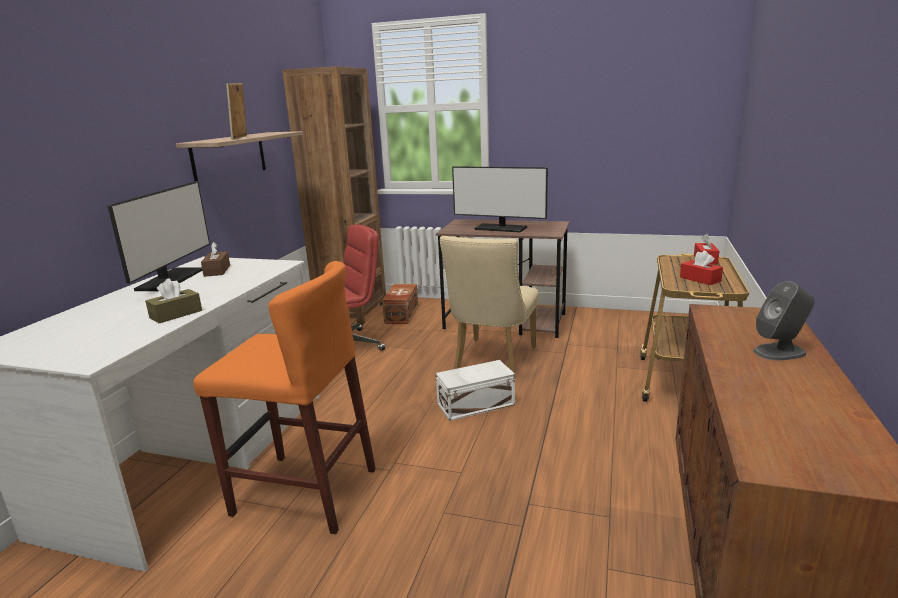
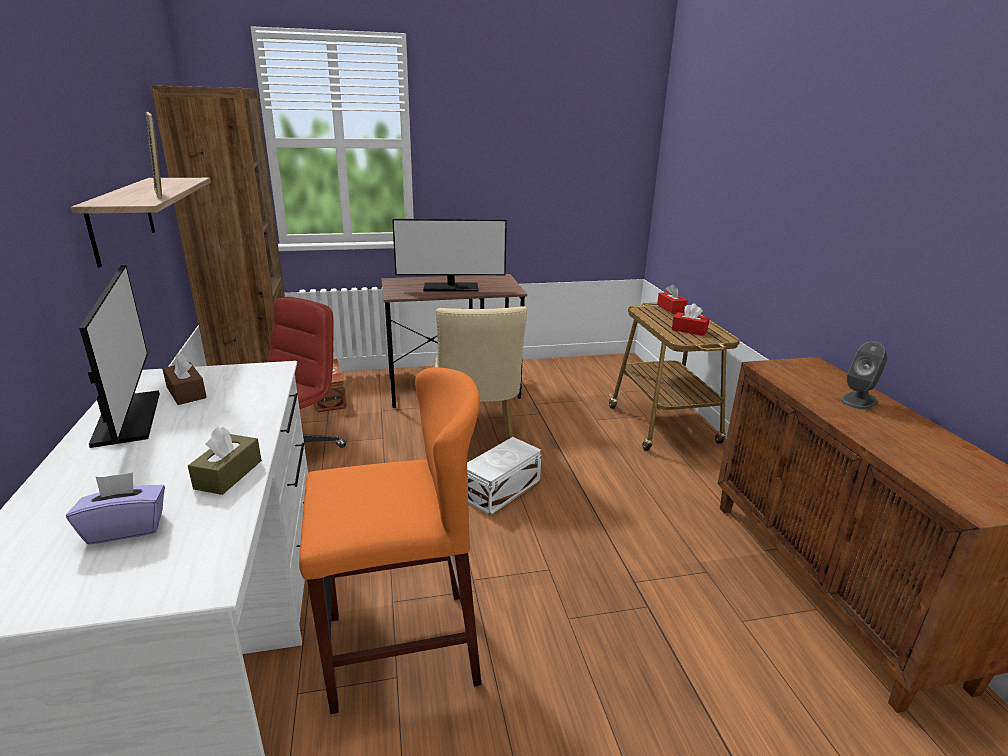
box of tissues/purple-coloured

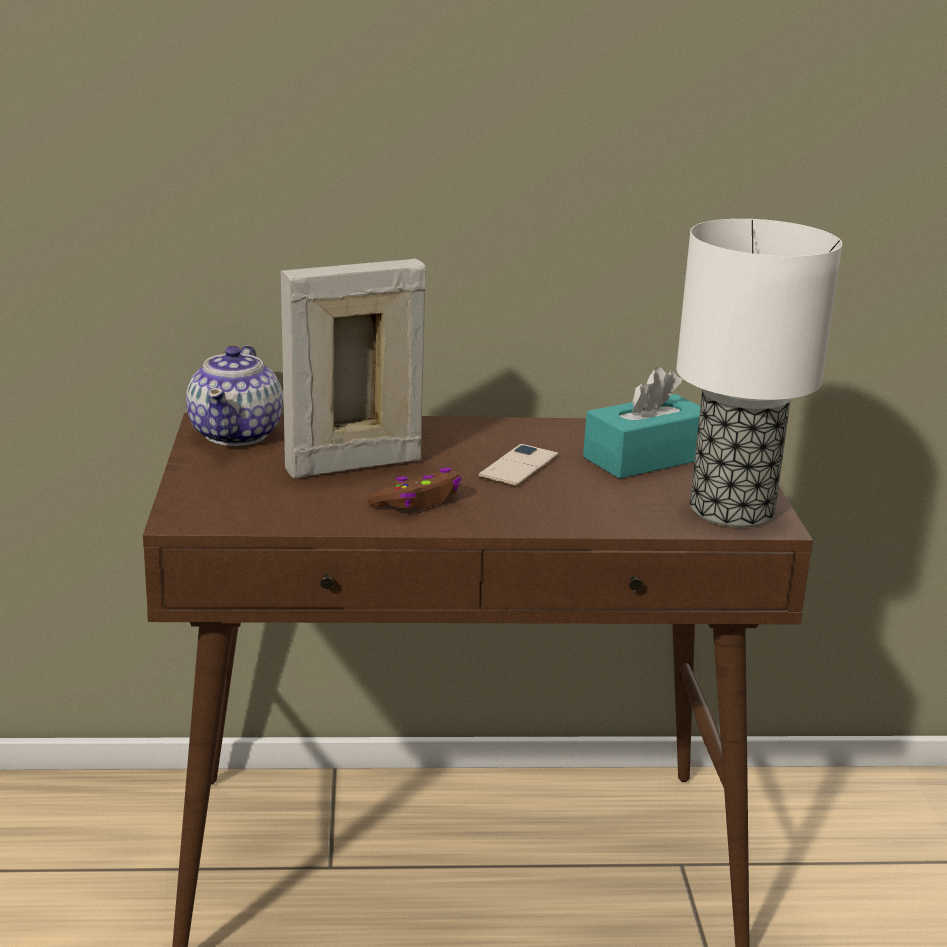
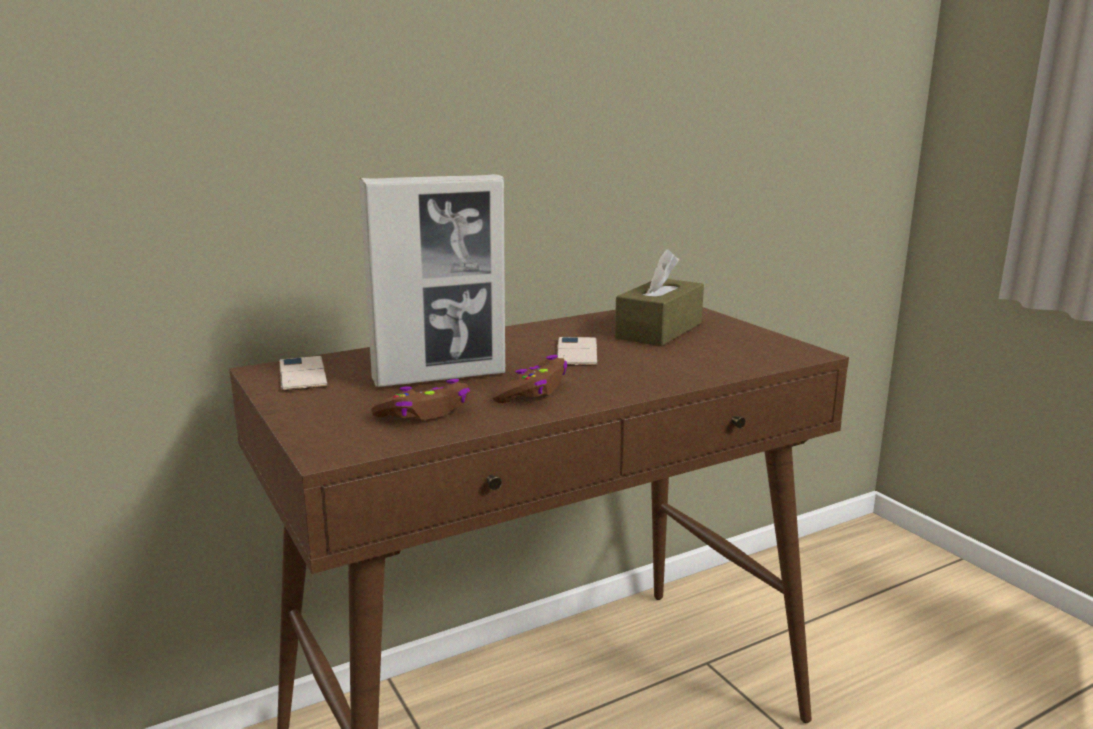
table lamp
picture frame
handset (no. 1 from left)
box of tissues/brown
game controller/brown (no. 1 from left)

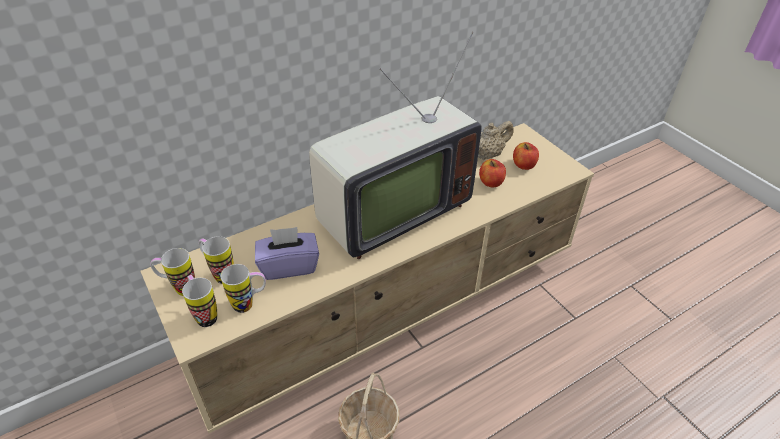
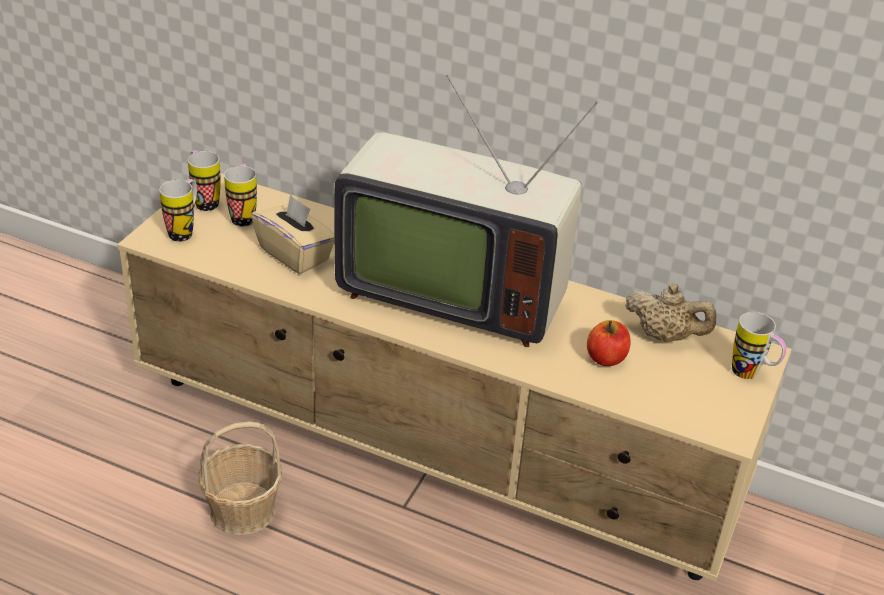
whole apple (no. 2 from left in the first image)
box of tissues/beige-coloured
tea mug (no. 4 from left)

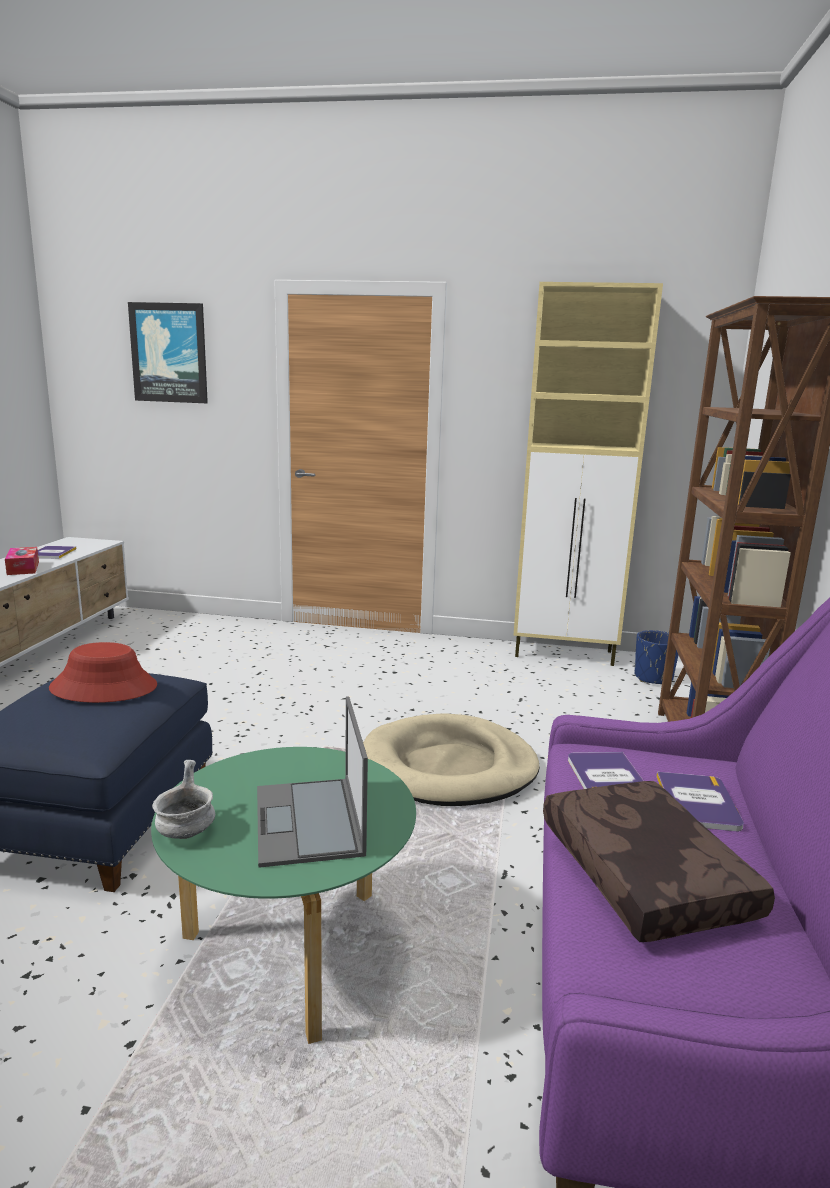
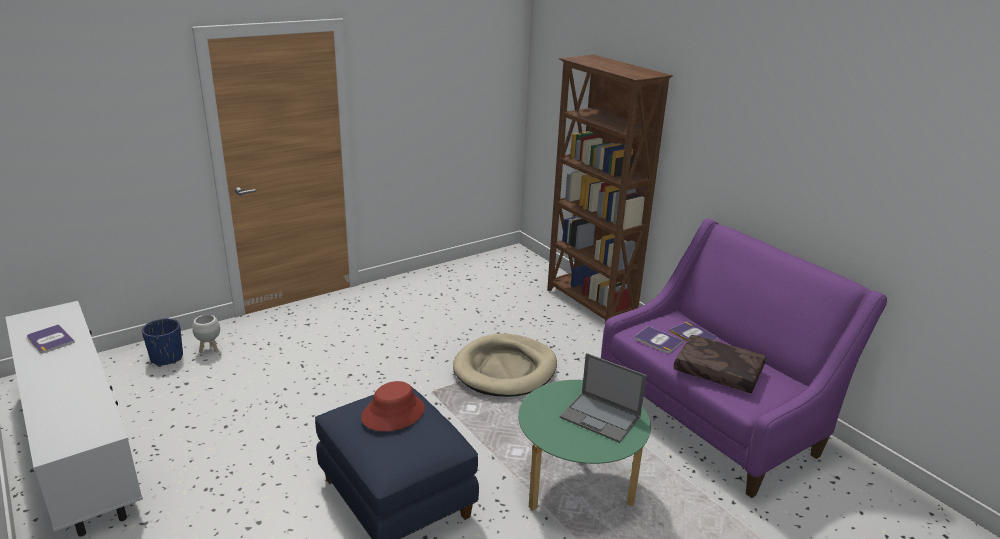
storage cabinet/beige-coloured
wall picture
box of tissues
planter/bluish
bowl/greyish
planter/white

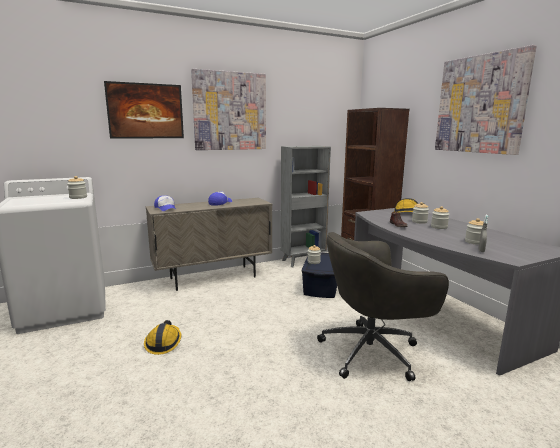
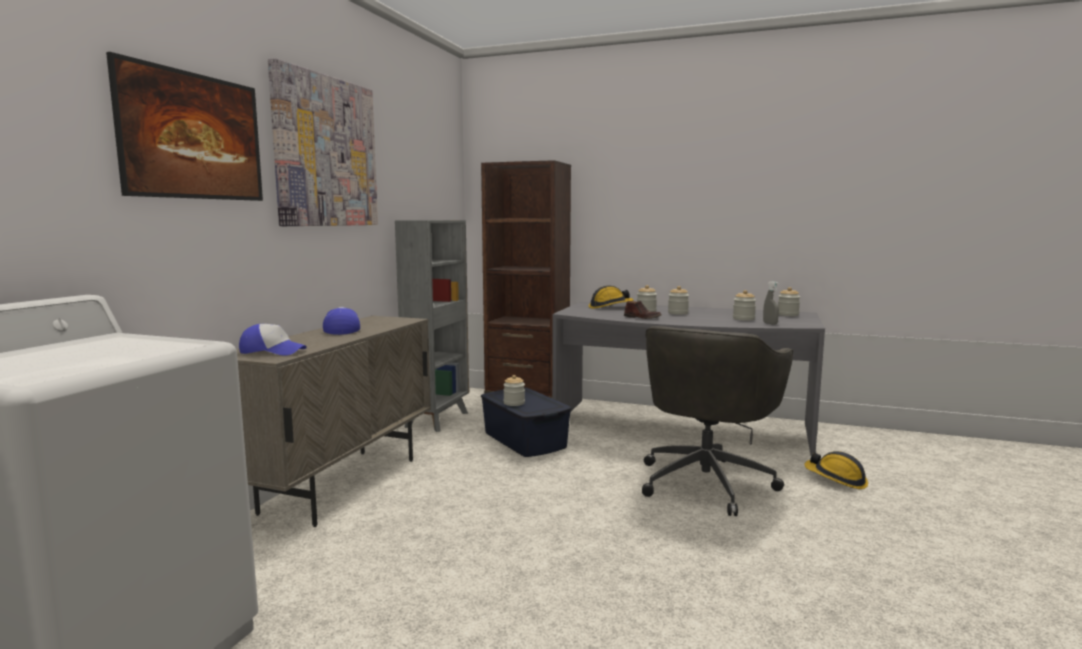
wall picture (no. 3 from left in the first image)
jar (no. 5 from left)
safety helmet (no. 2 from left)

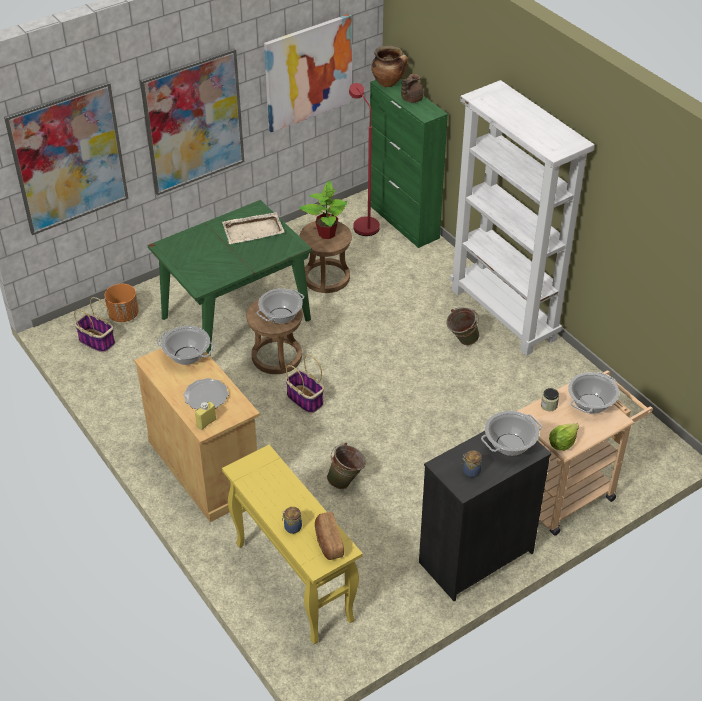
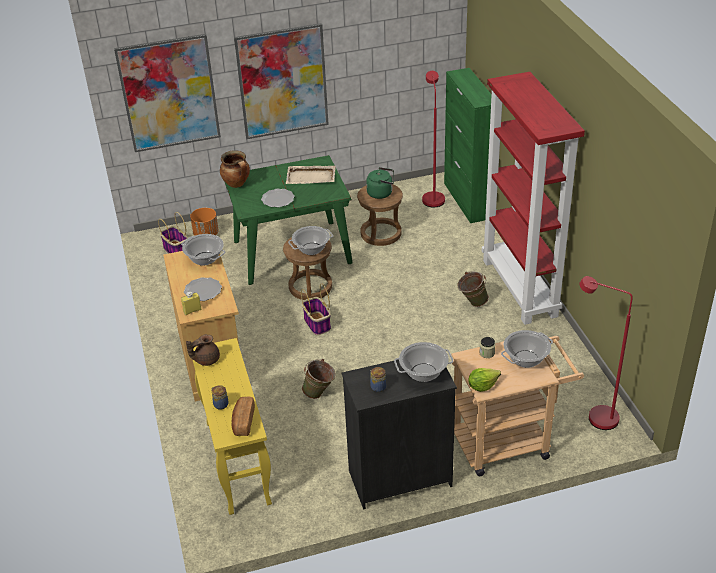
wall picture (no. 3 from left in the first image)
cooking pot (no. 2 from left)
tea pot/brown
shelving unit/red-coloured
tea kettle/green
dinner plate (no. 2 from left)
standing lamp/red-coloured (no. 2 from left)

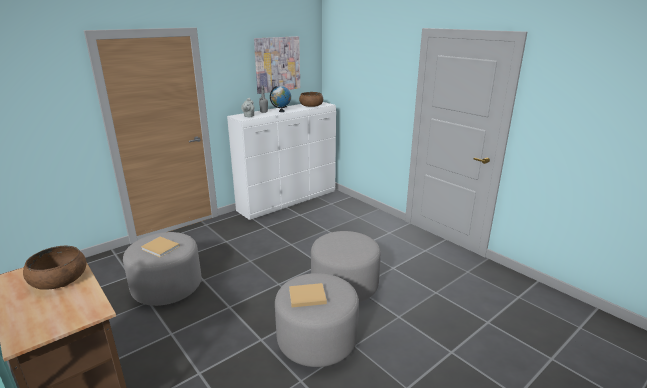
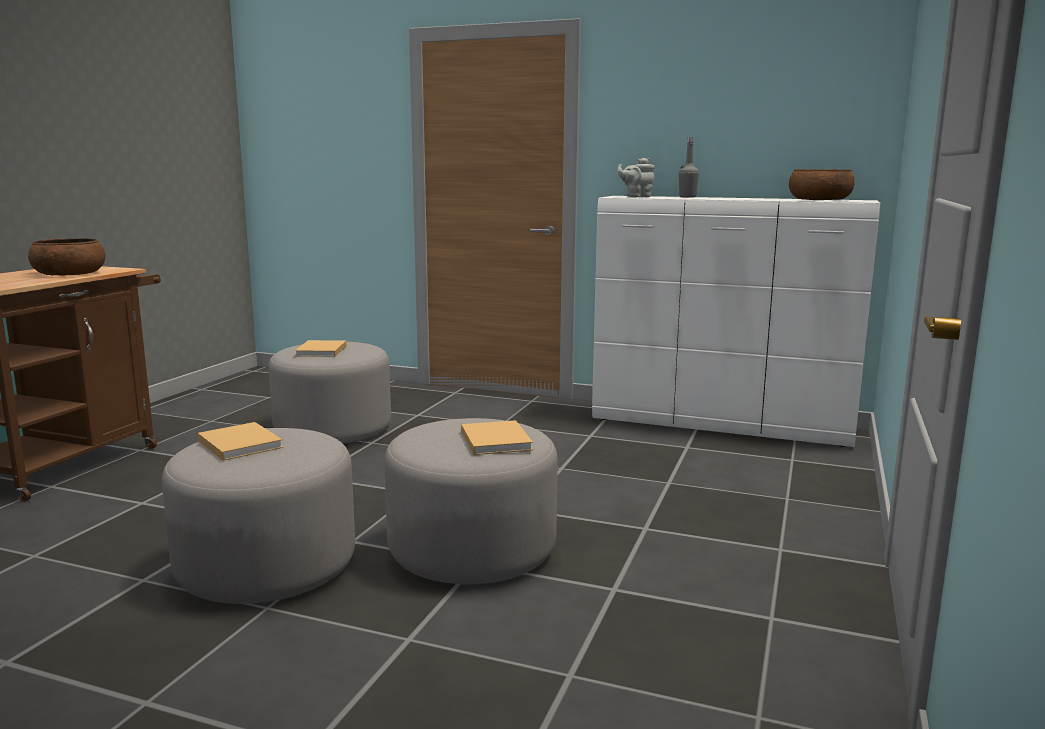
wall picture
world globe
volume/beige-coloured (no. 3 from left)

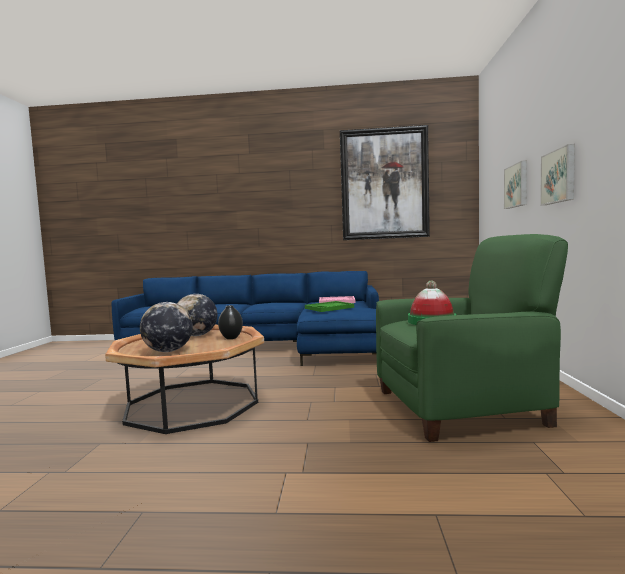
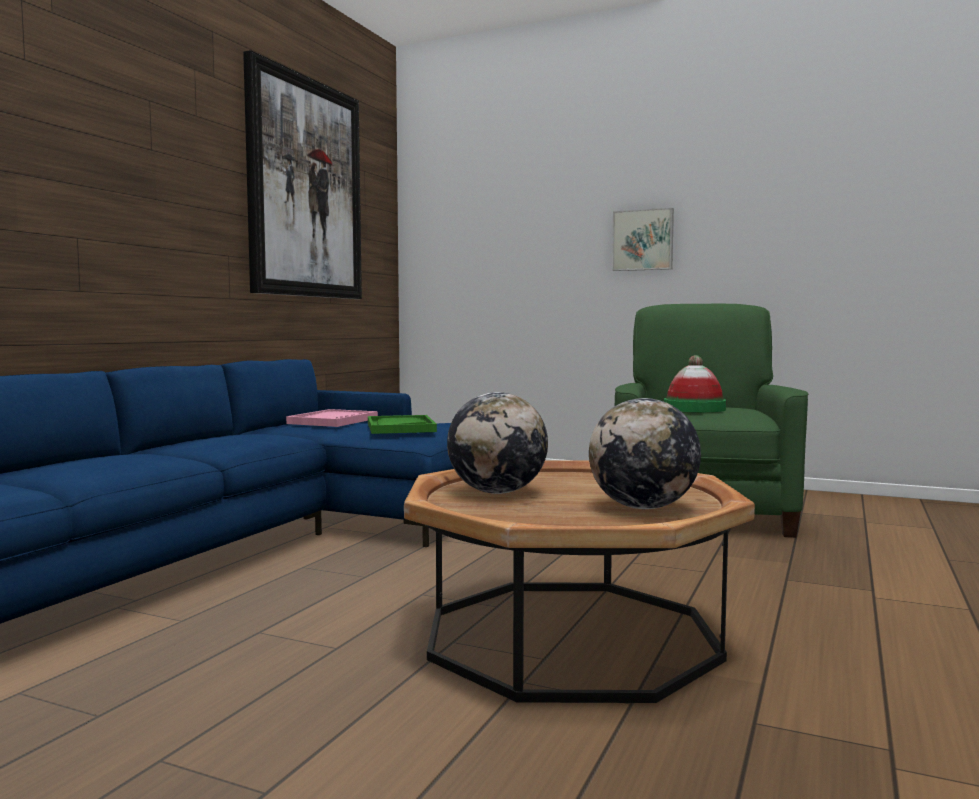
wall picture (no. 2 from left in the first image)
flower vase/black

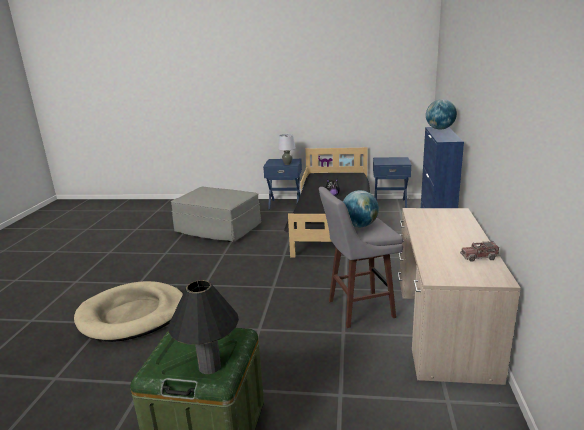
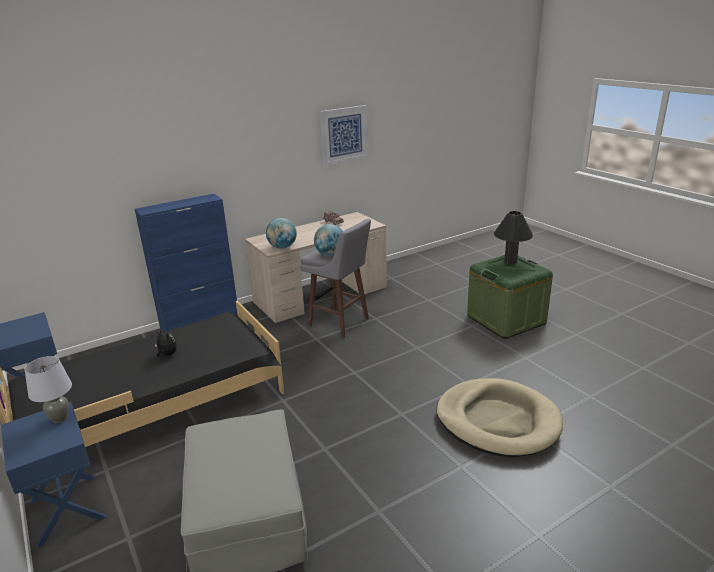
world globe (no. 1 from left)
wall picture

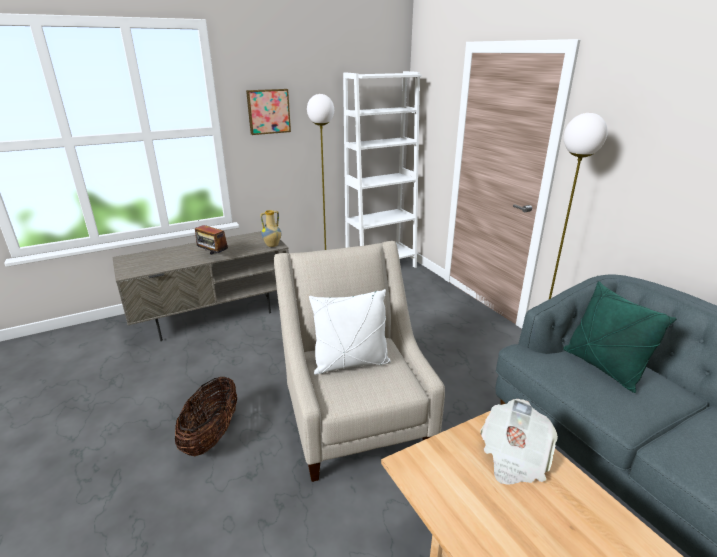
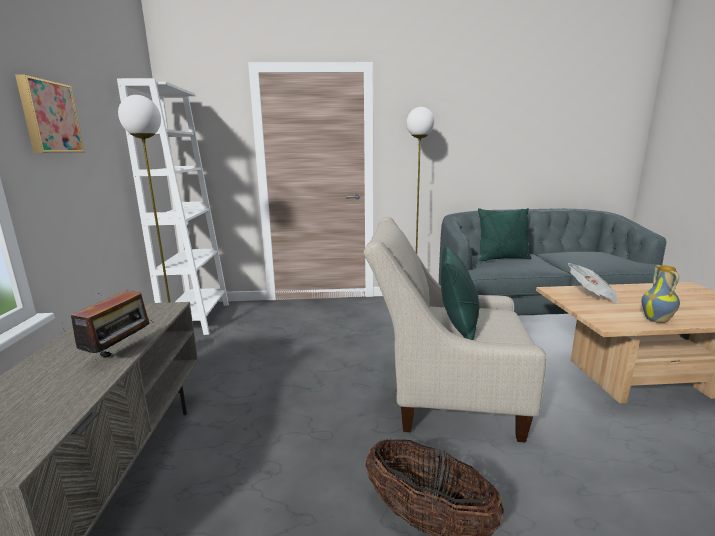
flower vase
radio set
throw pillow/green (no. 1 from left)

